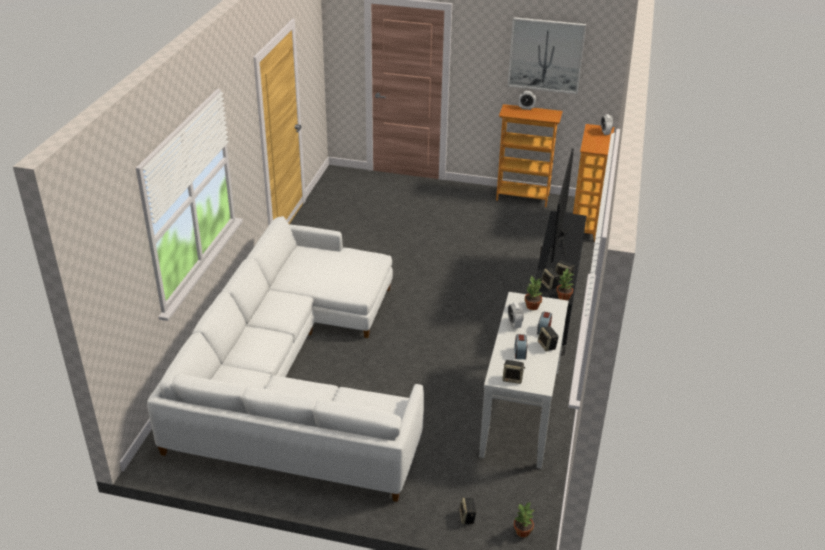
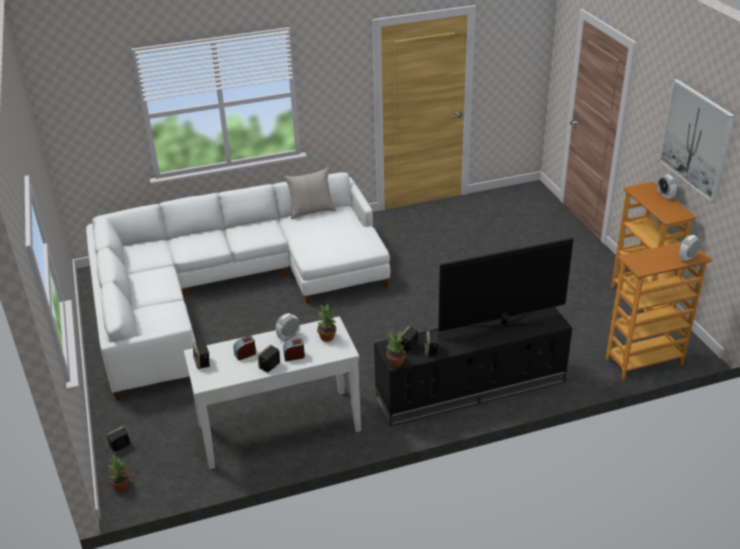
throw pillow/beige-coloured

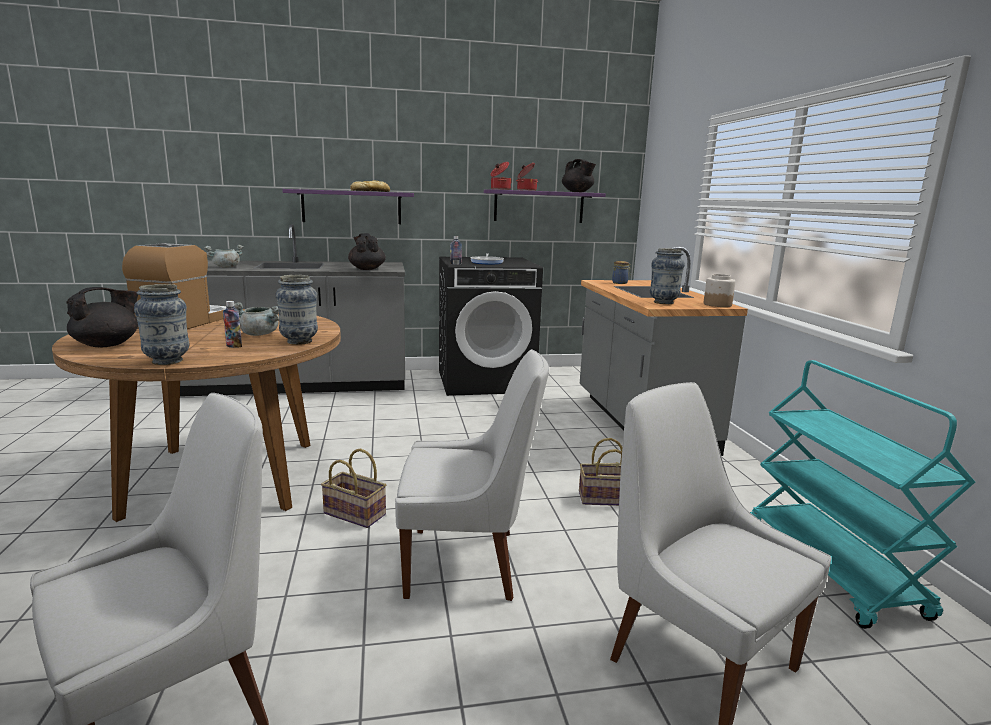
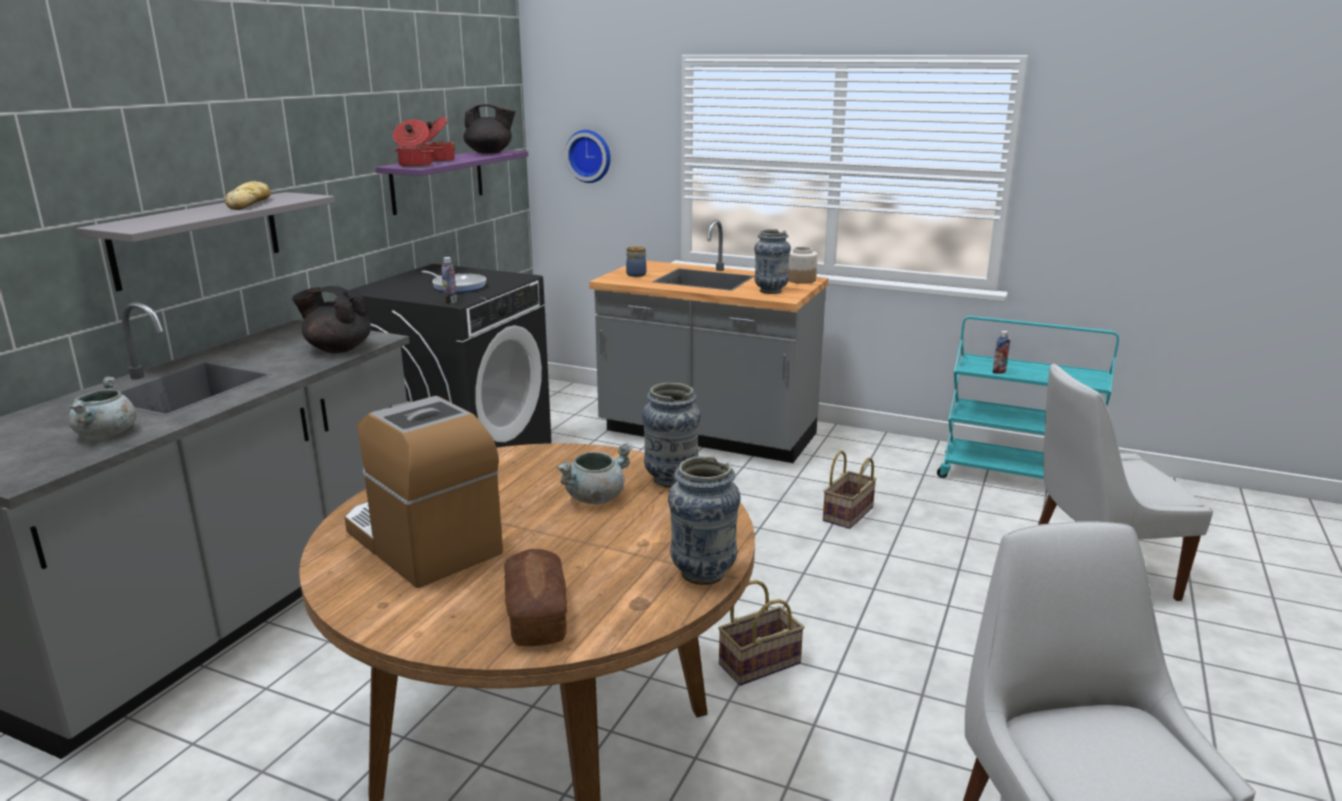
bracket shelf/greyish
bakery bread (no. 2 from left)
bottle (no. 2 from left)
plain chair/white (no. 2 from left in the first image)
hanging clock

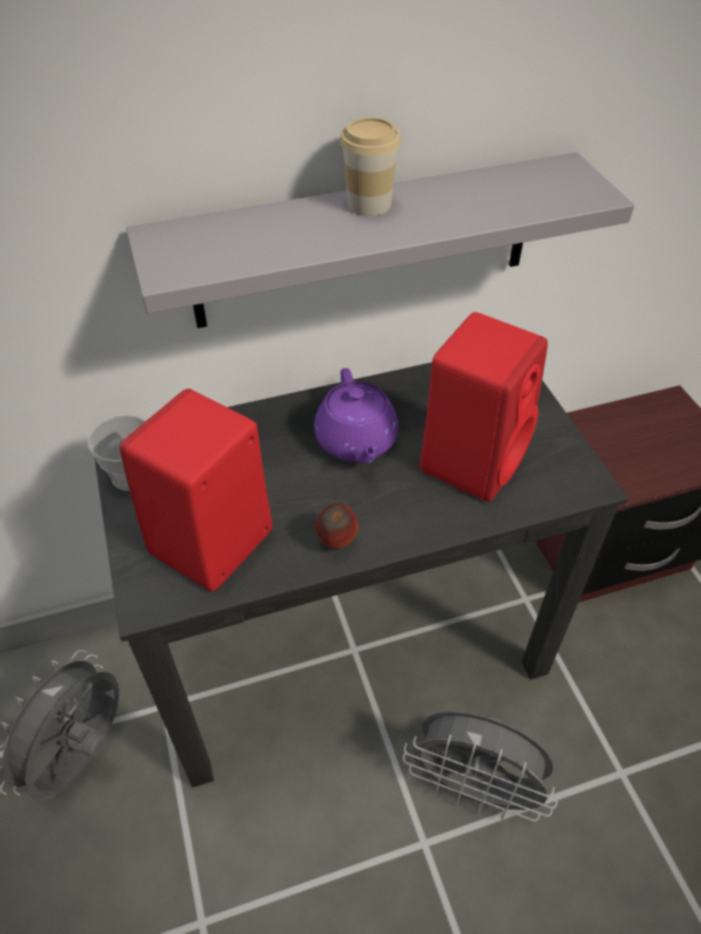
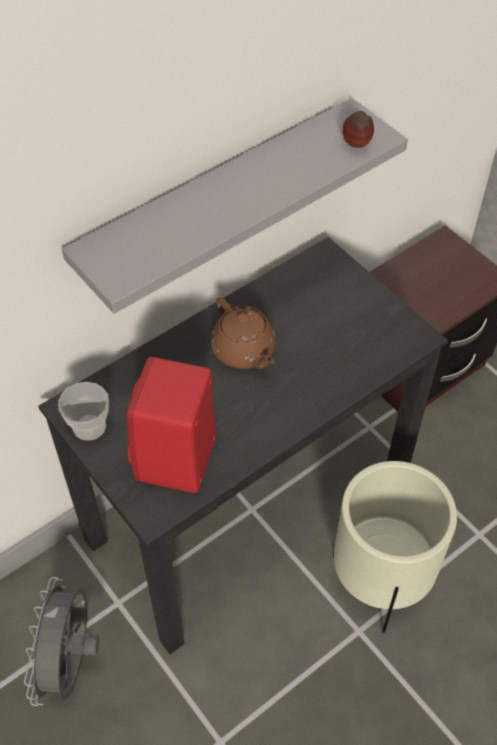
cup (no. 2 from left in the first image)
speaker/red-coloured (no. 2 from left in the first image)
tea pot/brown
whole apple
planter/beige-coloured

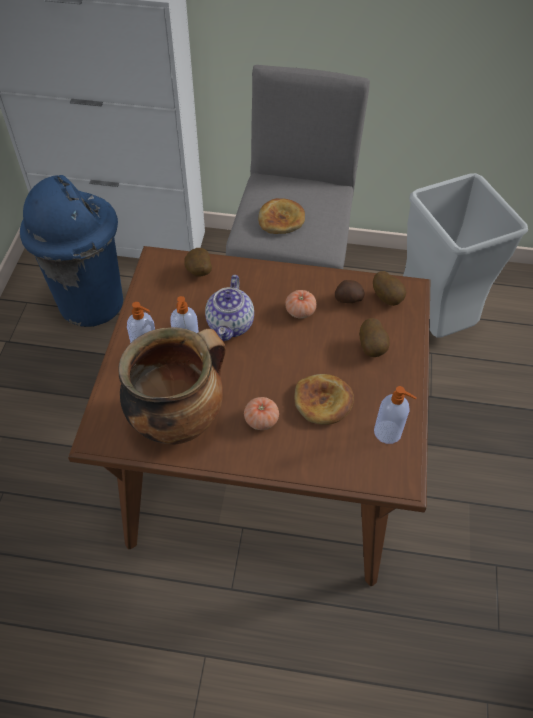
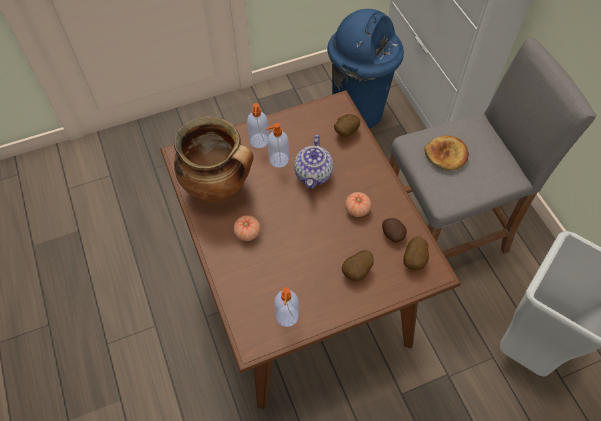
tea pot
bakery bread (no. 2 from left in the first image)

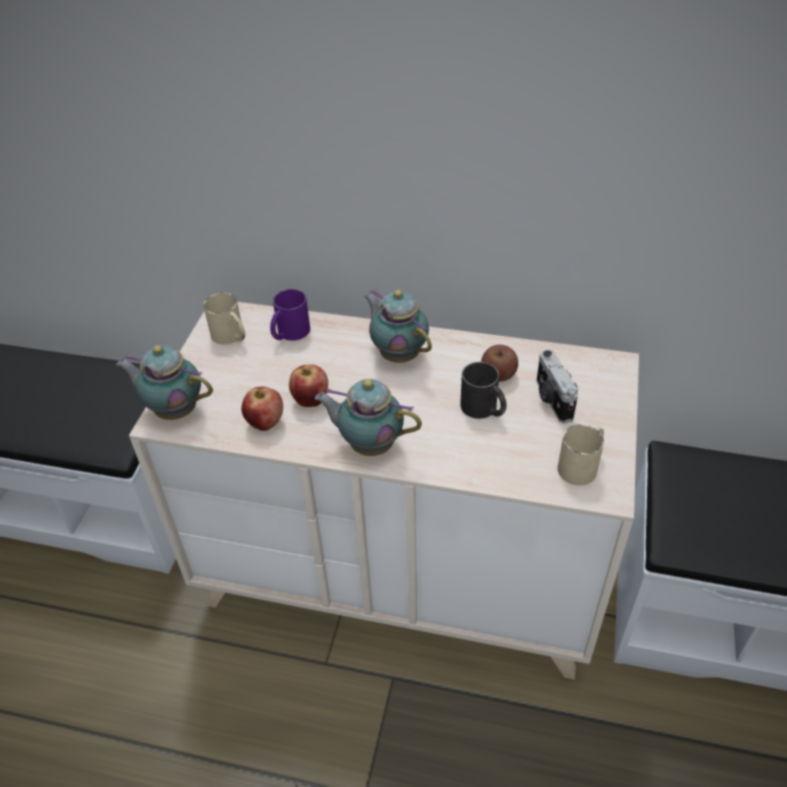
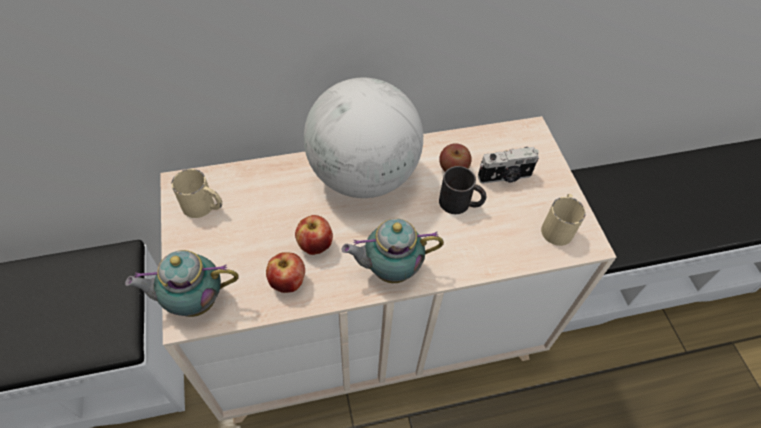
tea mug/purple-coloured
world globe
photo camera

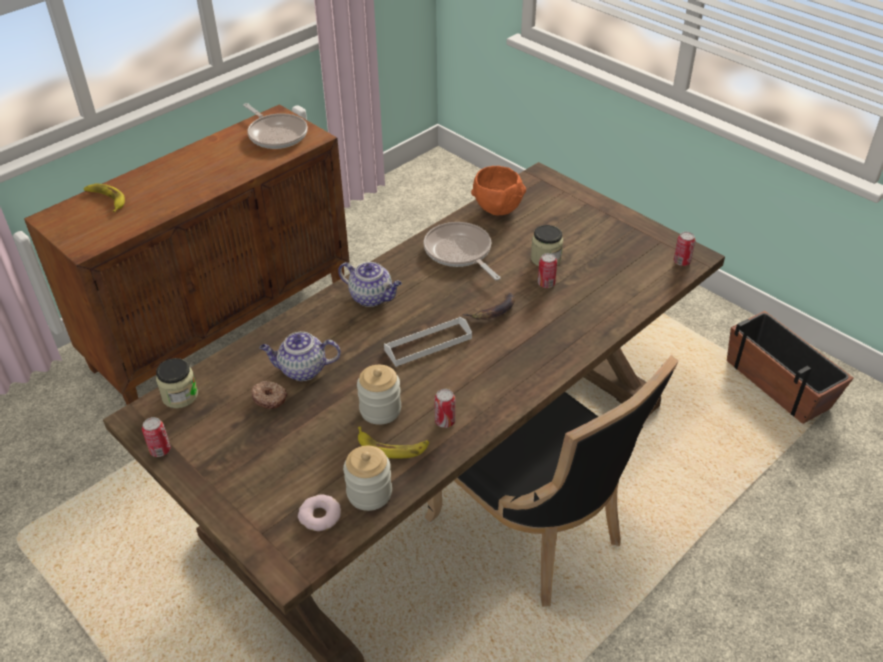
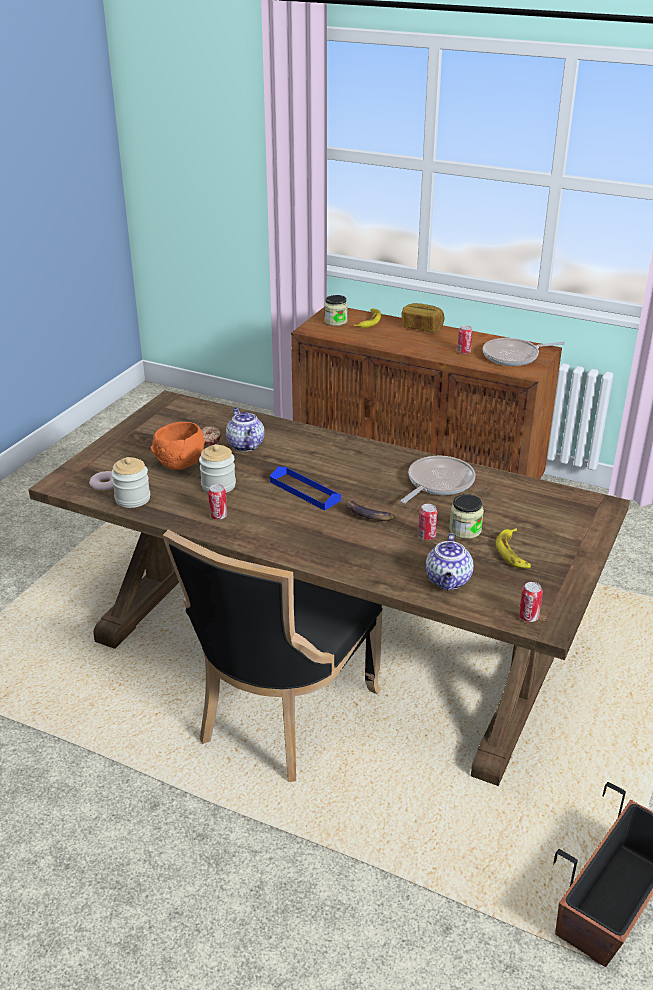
skillet (no. 2 from left)
bowl/orange
tea pot (no. 2 from left)
carrying tray/bluish
jar (no. 3 from left)
can (no. 3 from left)
banana (no. 3 from left)
bakery bread

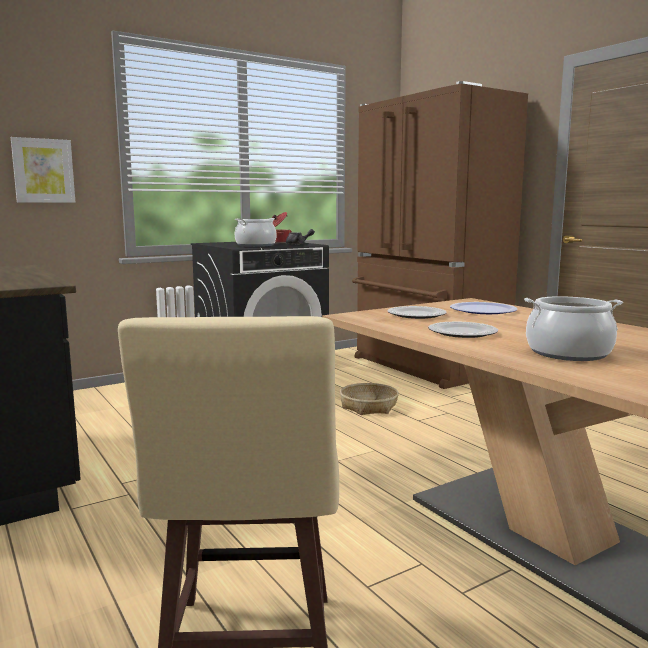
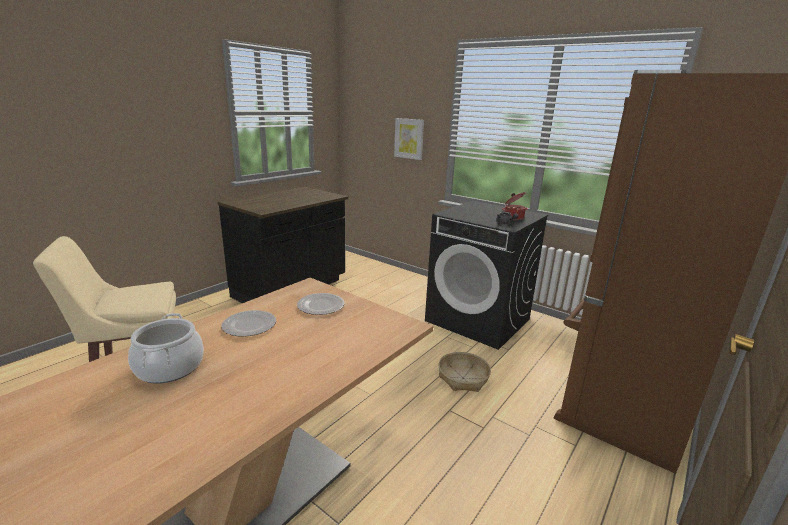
cooking pot (no. 1 from left in the first image)
dinner plate (no. 3 from left in the first image)

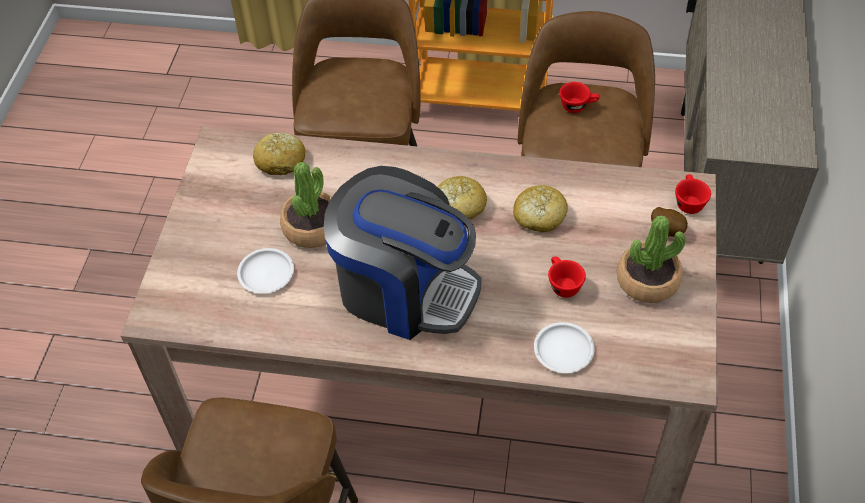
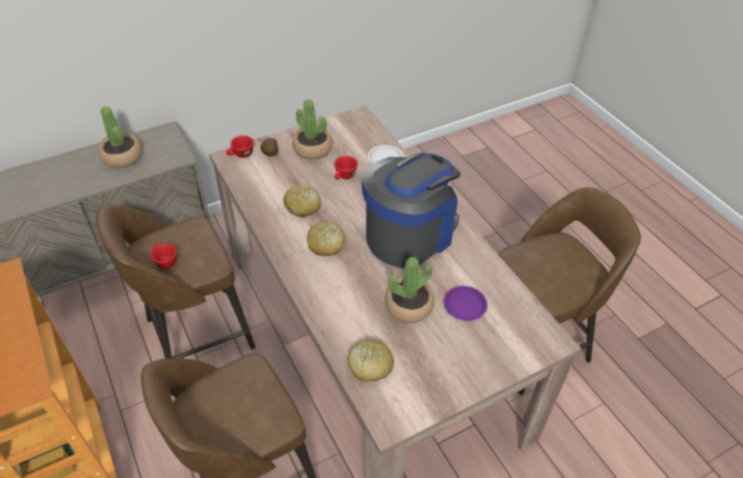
coffee brewer
dinner plate/purple-coloured
potted plant (no. 1 from left)

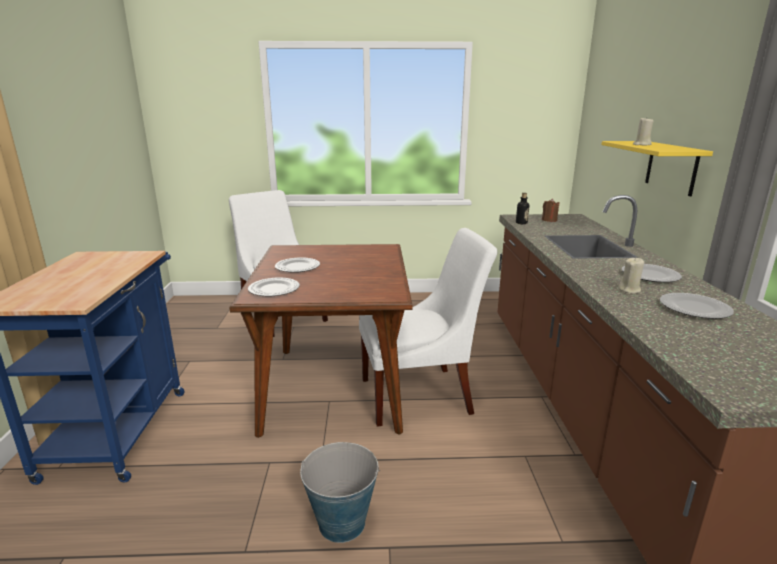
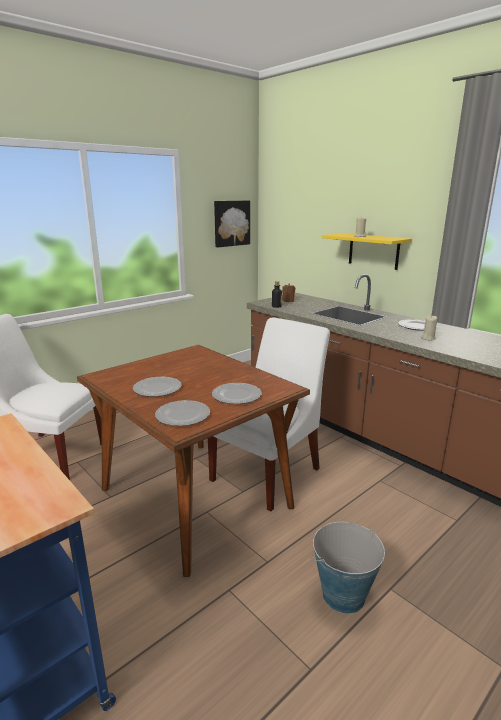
dinner plate (no. 3 from left)
wall picture

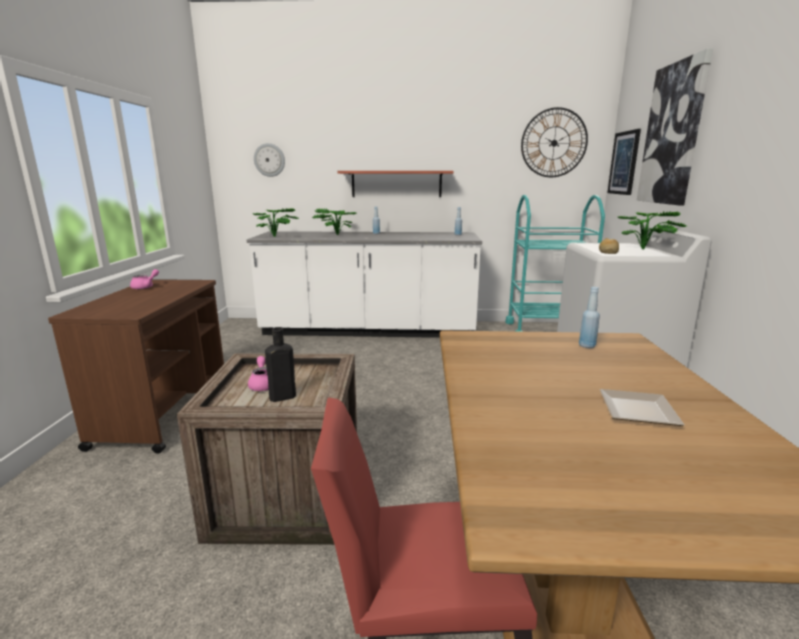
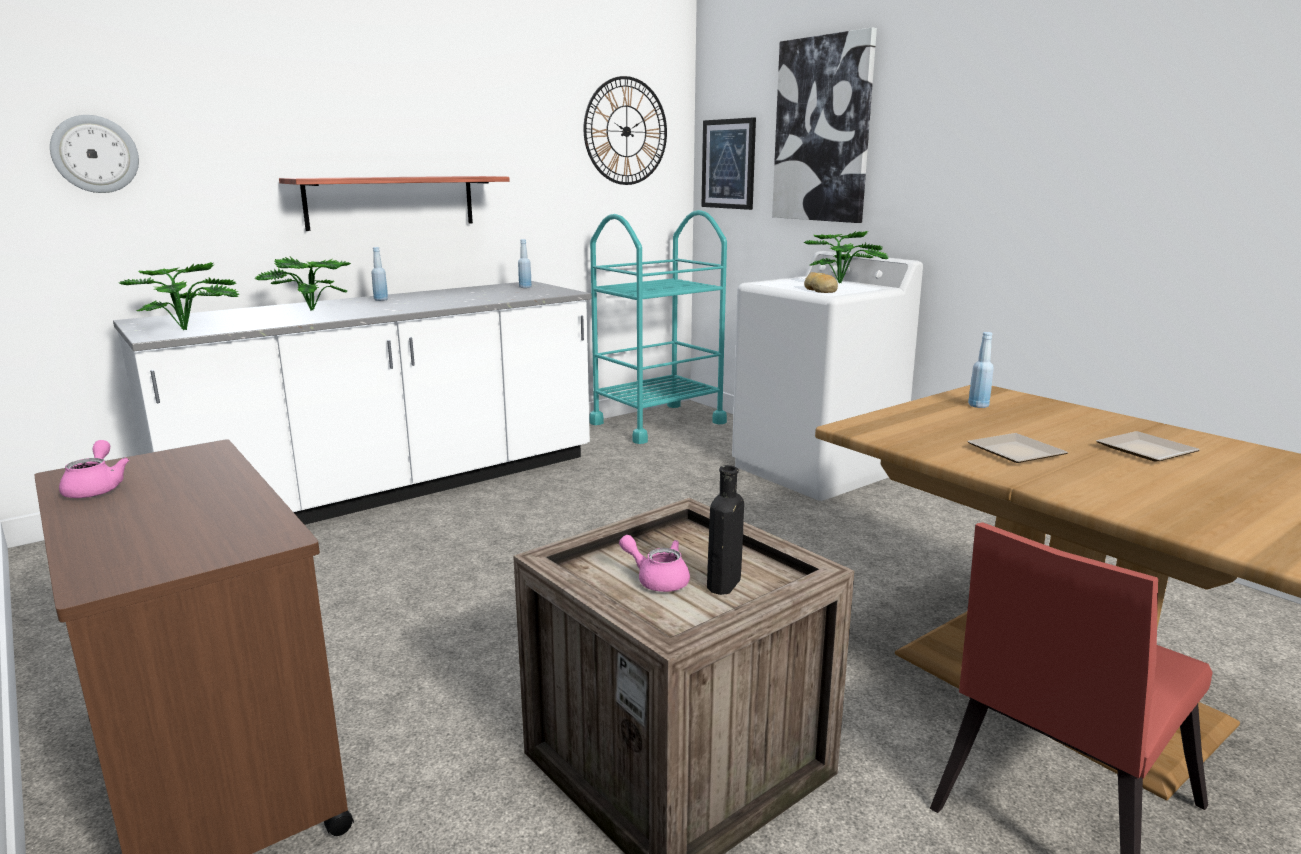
dinner plate (no. 1 from left)

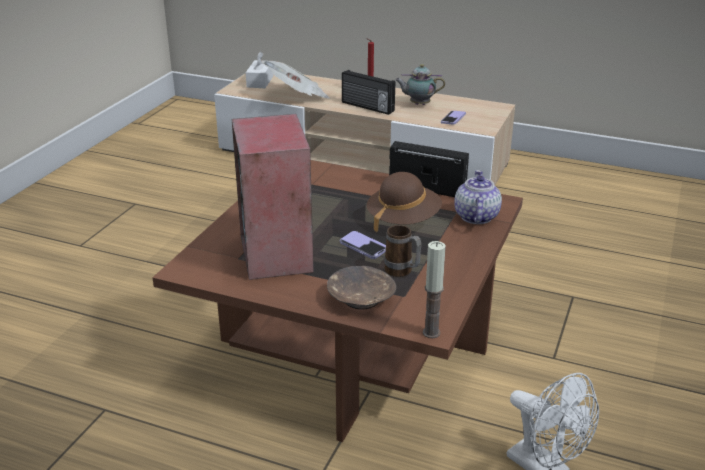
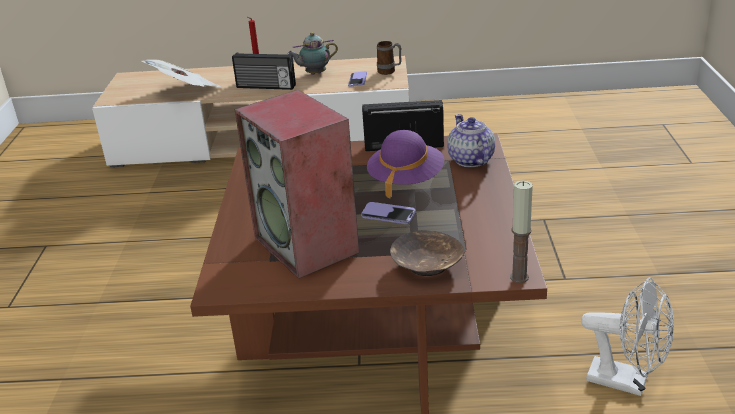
box of tissues/white
wearable hat/purple-coloured
tea mug

